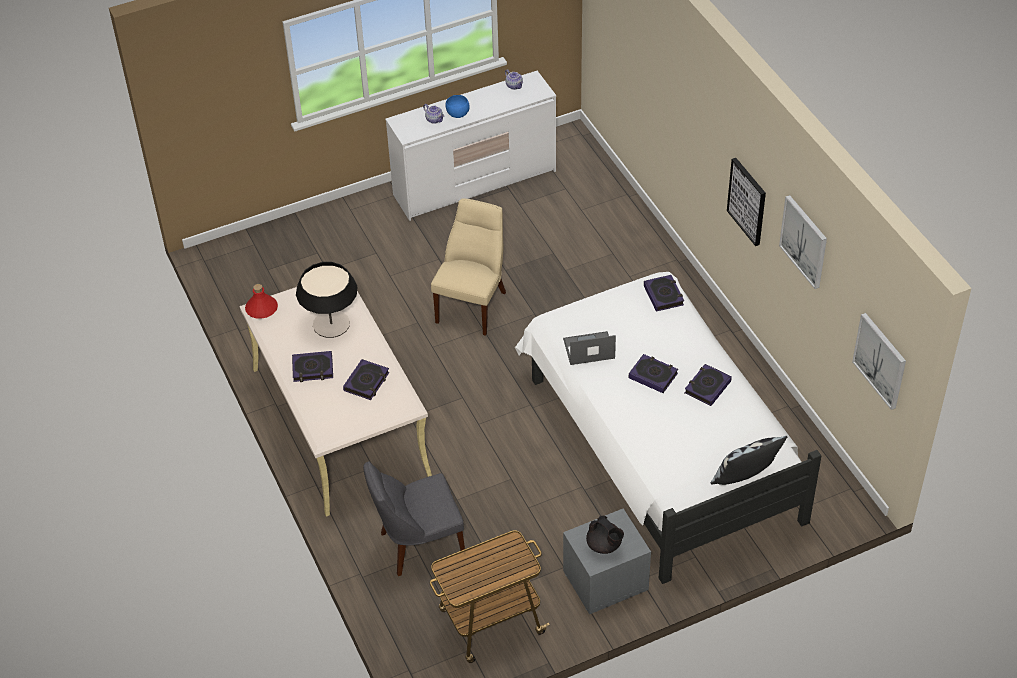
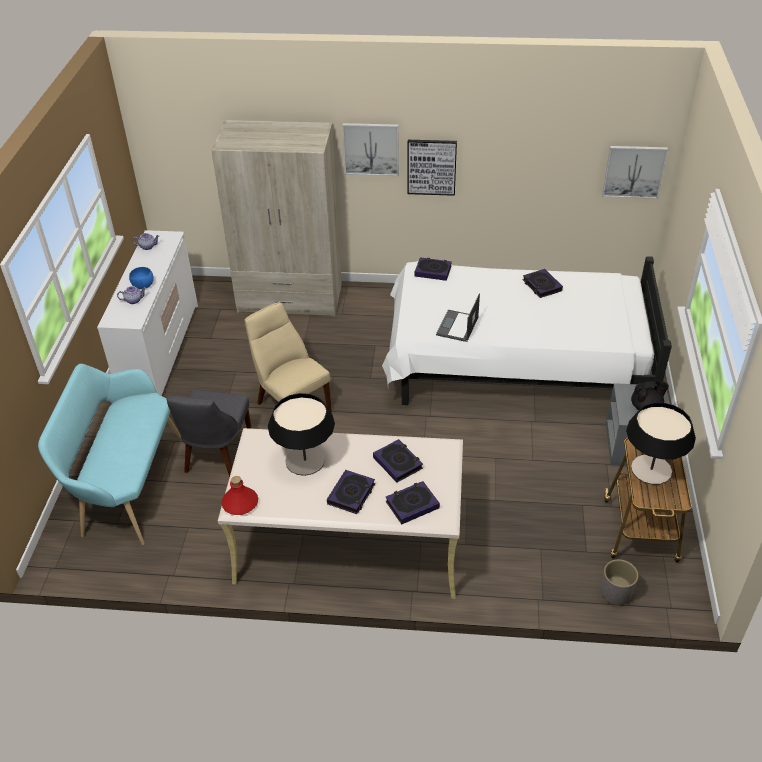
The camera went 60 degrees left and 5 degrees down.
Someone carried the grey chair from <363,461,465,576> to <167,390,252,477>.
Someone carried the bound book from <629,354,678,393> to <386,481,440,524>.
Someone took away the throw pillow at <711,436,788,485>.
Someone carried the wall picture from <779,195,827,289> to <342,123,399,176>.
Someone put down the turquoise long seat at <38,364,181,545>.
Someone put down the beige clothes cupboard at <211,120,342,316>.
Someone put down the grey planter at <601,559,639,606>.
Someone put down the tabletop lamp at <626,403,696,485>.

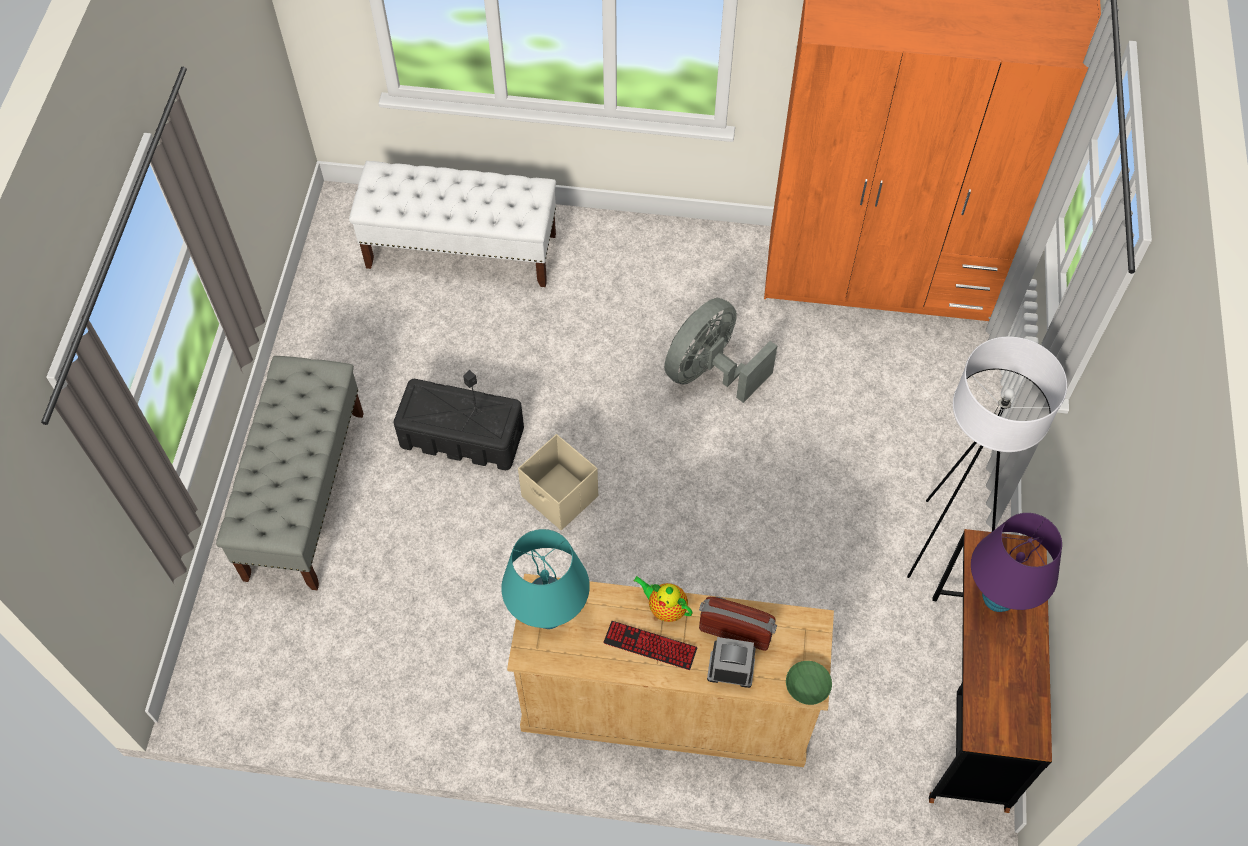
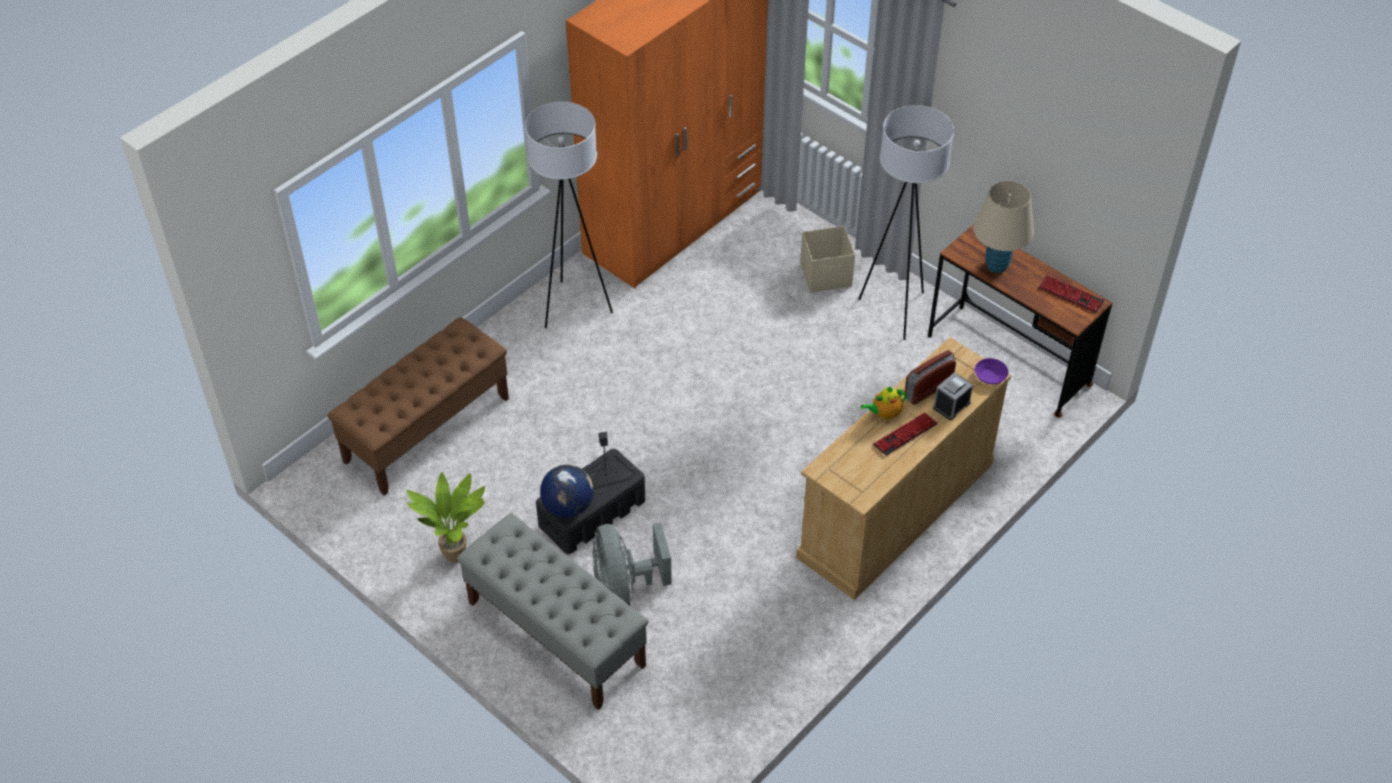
The camera went 55 degrees left and 10 degrees down.
Someone repainted the whitish long seat at <349,161,556,287>, which became the brownish long seat at <328,317,509,496>.
Someone took away the turquoise tabletop lamp at <501,529,590,629>.
Someone carried the beige storage container from <518,434,598,530> to <800,226,855,293>.
Someone carried the grey fan from <664,298,777,403> to <593,523,672,606>.
Someone repainted the green bowl at <786,661,832,705>, which became the purple bowl at <975,358,1008,384>.
Someone repainted the purple tabletop lamp at <971,513,1062,612>, which became the beige tabletop lamp at <973,180,1034,273>.
Someone put down the houseplant at <406,472,485,563>.
Someone put down the whitish standing lamp at <525,102,613,329>.
Someone put down the globe at <540,464,594,518>.
Someone put down the PC keyboard at <1038,275,1104,313>.

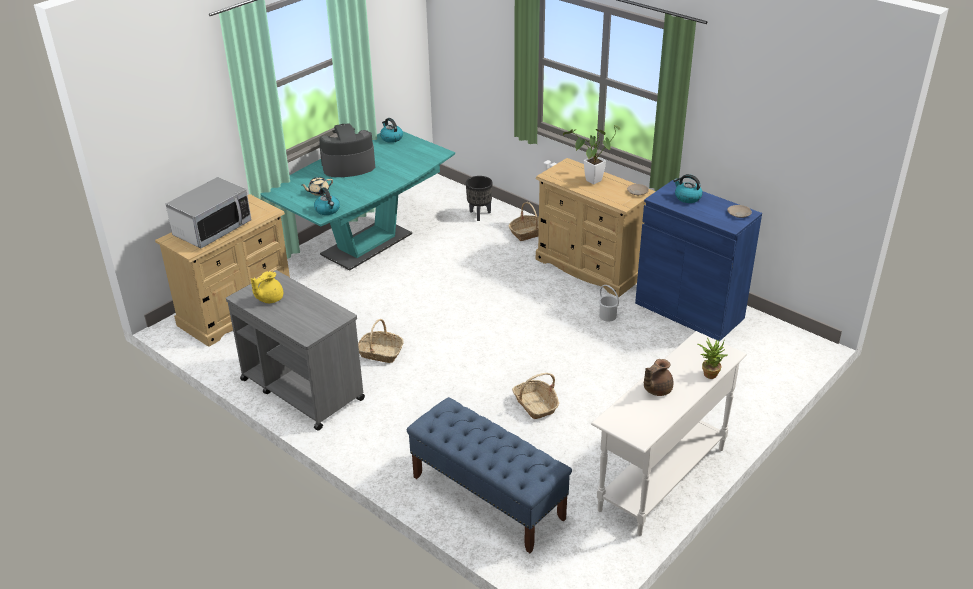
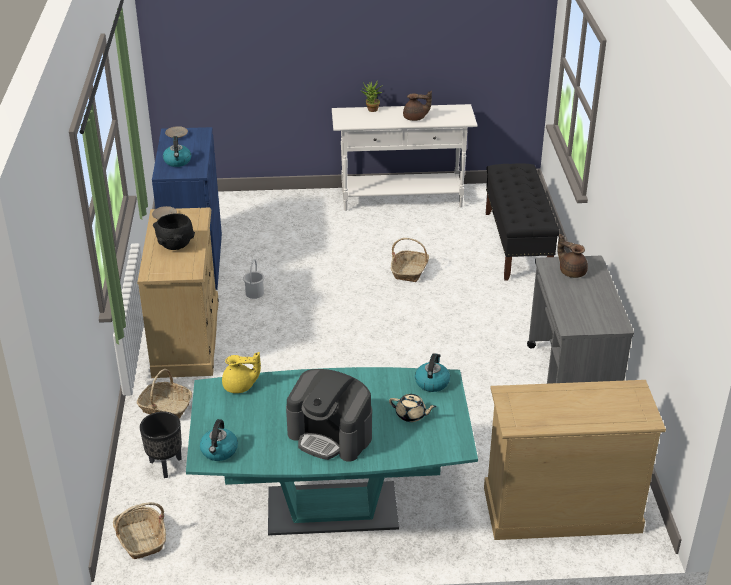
The camera went 135 degrees left and 0 degrees up.
Someone took away the kitchen microwave at <166,177,252,248>.
Someone carried the yellowish tea pot from <251,271,283,303> to <222,352,261,393>.
Someone carried the storage basket from <358,319,404,363> to <113,502,166,559>.
Someone repainted the bluish long seat at <407,397,572,553>, which became the blackish long seat at <486,163,559,281>.
Someone swapped the houseplant at <563,125,620,184> for the blackish bowl at <153,213,195,250>.
Someone put down the brownish tea pot at <557,234,588,278>.

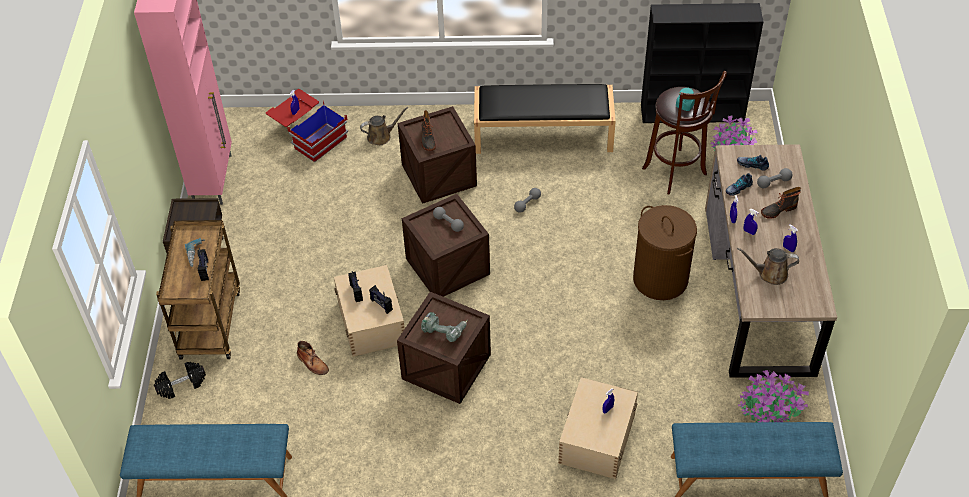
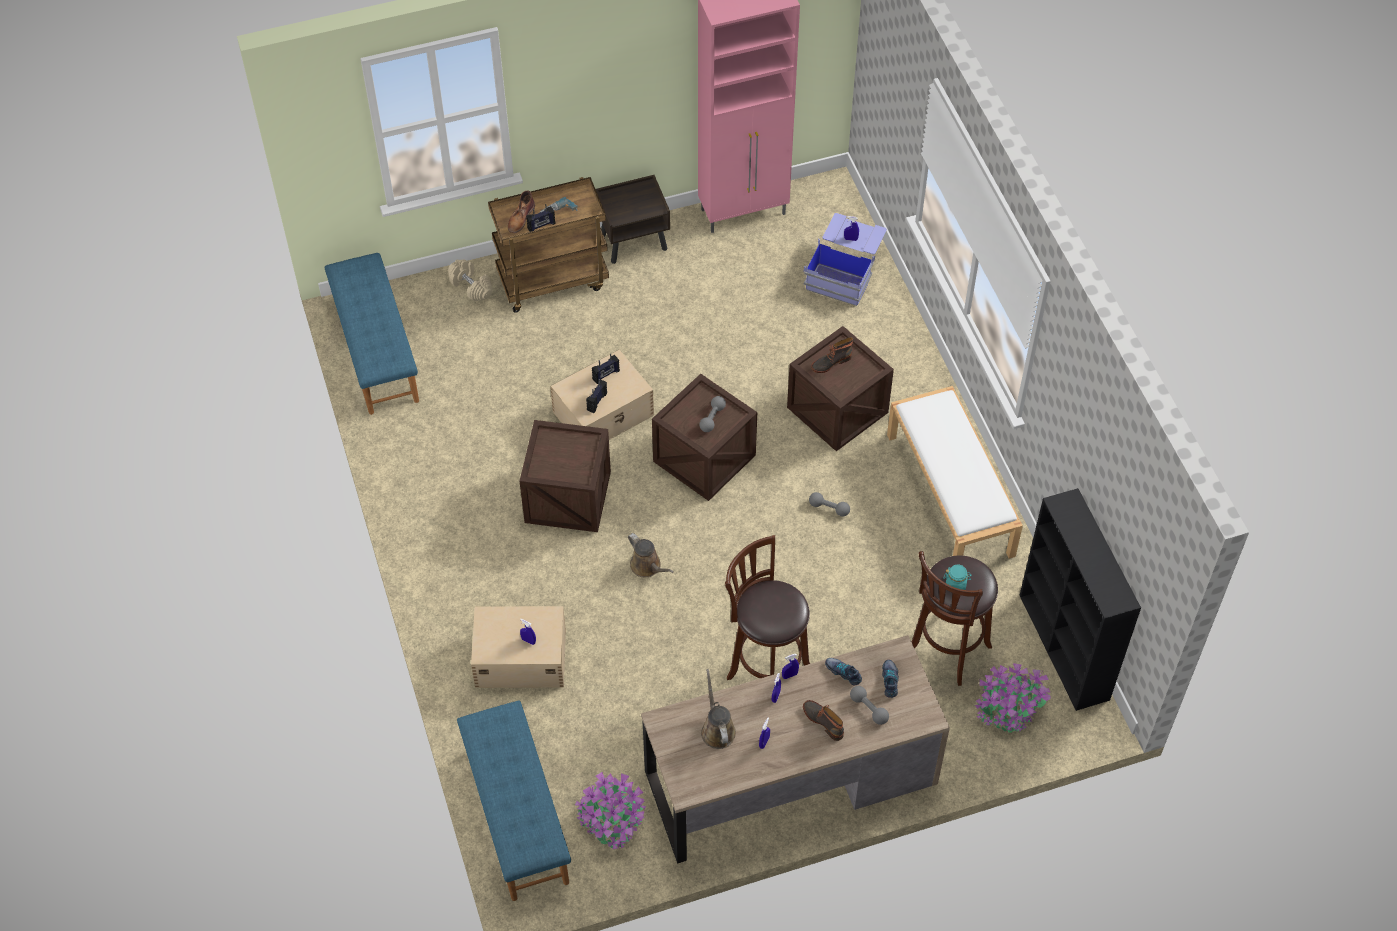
The camera went 70 degrees right and 5 degrees up.
Someone repainted the blackish dumbbell at <154,362,206,399>, which became the beige dumbbell at <448,259,493,302>.
Someone repainted the red-coloured storage container at <266,89,348,162>, which became the bluish storage container at <804,213,887,306>.
Someone carried the brownish boot from <297,341,329,375> to <508,191,535,233>.
Someone carried the brownish sprinkling can from <360,107,408,145> to <628,533,674,577>.
Someone took away the power drill at <421,312,468,342>.
Someone repainted the blackish long seat at <474,84,616,154>, which became the whitish long seat at <887,386,1023,559>.
Someone swapped the brownish hamper at <633,205,697,300> for the brownish sitting stool at <725,535,810,680>.

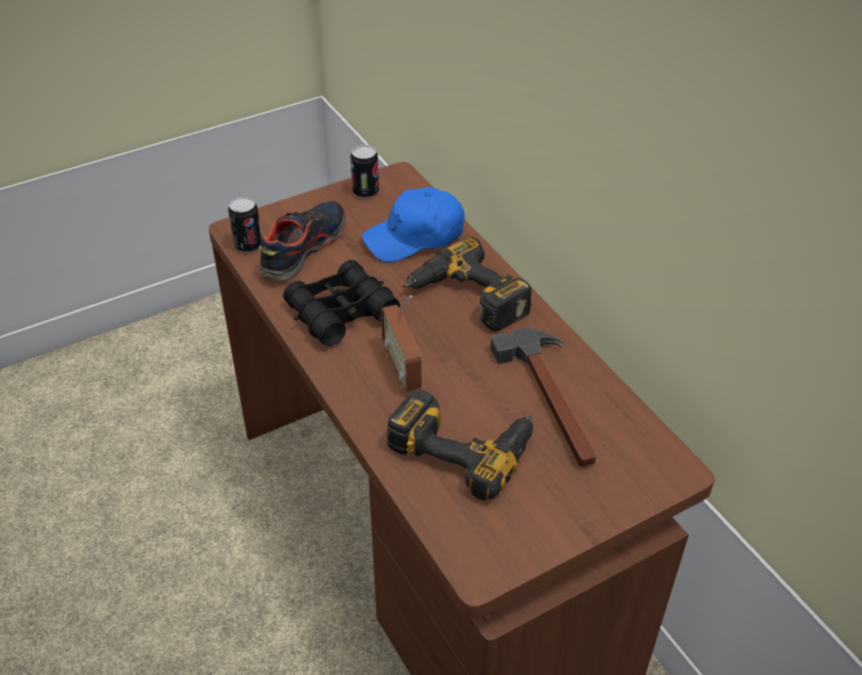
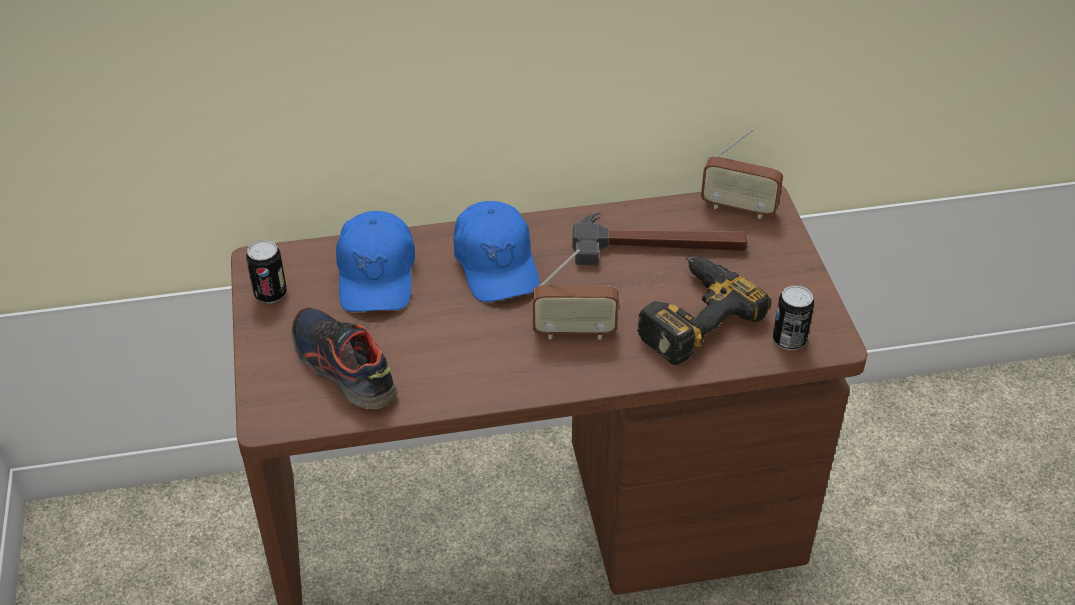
The camera went 70 degrees left and 0 degrees up.
Someone carried the sealed can from <228,196,262,253> to <773,285,814,350>.
Someone took away the blackish field glasses at <283,260,400,346>.
Someone swapped the power drill at <403,237,532,332> for the bluish baseball cap at <454,201,540,302>.
Someone put down the radio receiver at <701,128,783,219>.

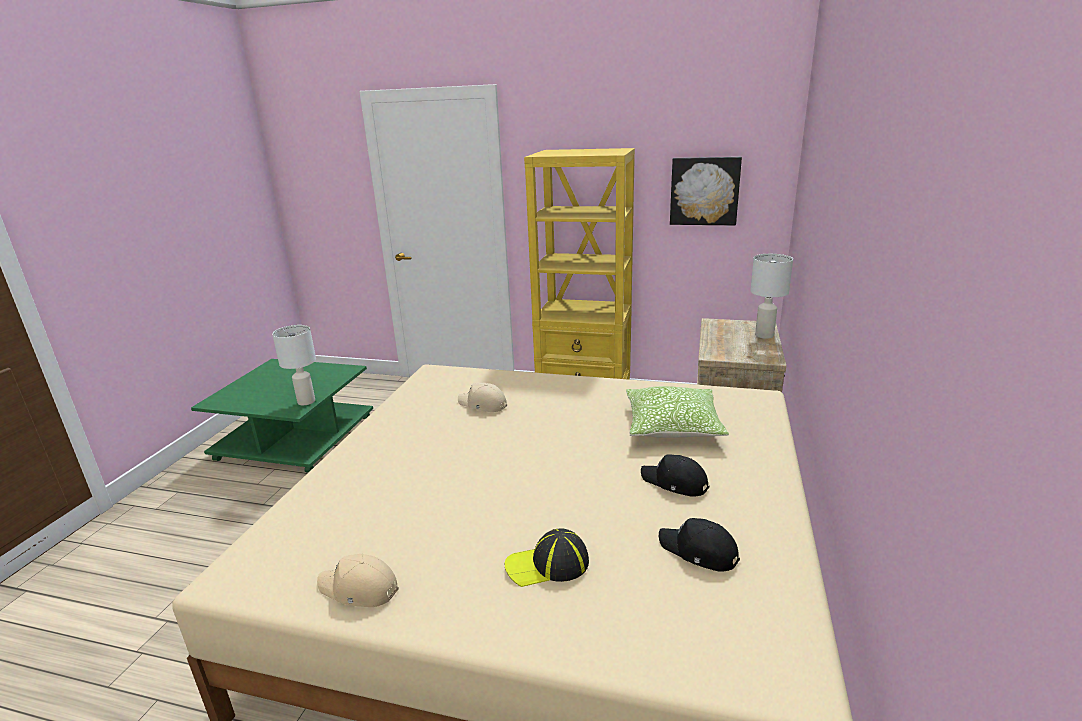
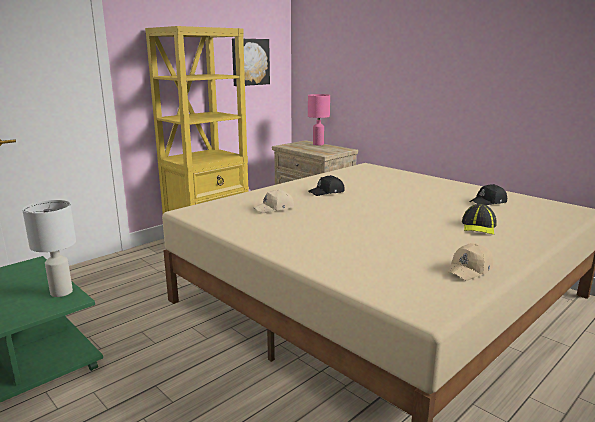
The camera went 60 degrees left and 5 degrees down.
Someone took away the throw pillow at <626,386,729,438>.
Someone carried the blackish baseball cap from <641,454,709,497> to <308,175,345,196>.
Someone repainted the whitish tabletop lamp at <750,254,793,339>, which became the pinkish tabletop lamp at <308,94,330,146>.

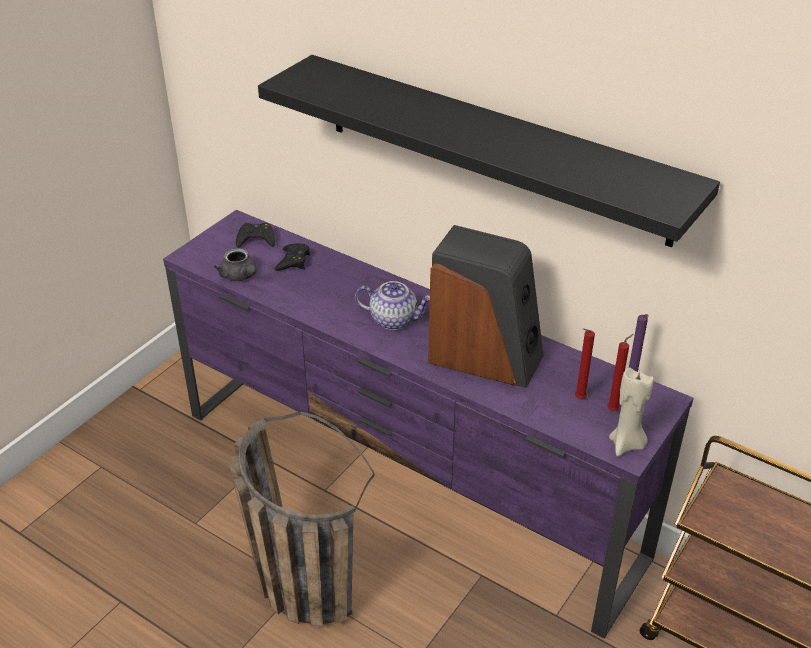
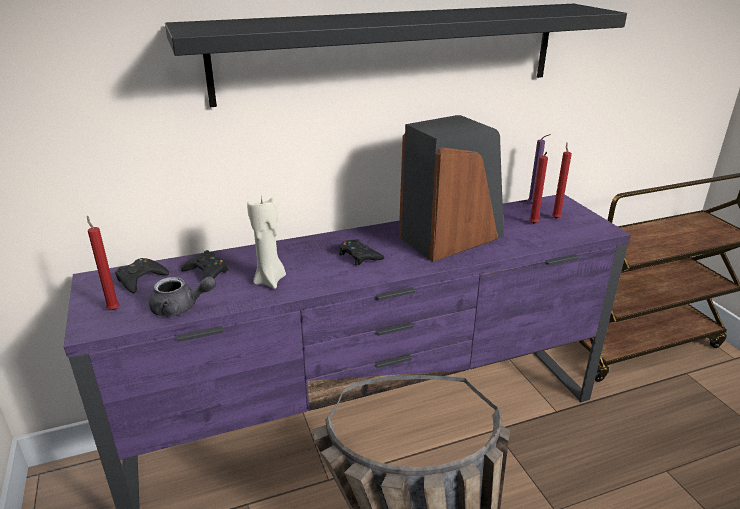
The camera went 55 degrees left and 10 degrees down.
Someone swapped the tea pot at <355,281,430,330> for the blackish gamepad at <339,239,384,265>.
Someone carried the beige candle from <609,367,654,456> to <247,197,286,289>.
Someone put down the red-coloured candle at <87,216,119,310>.

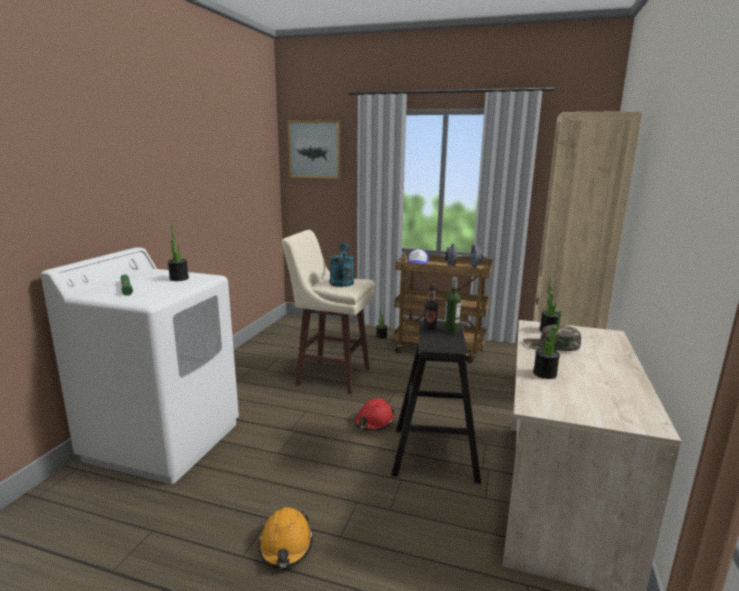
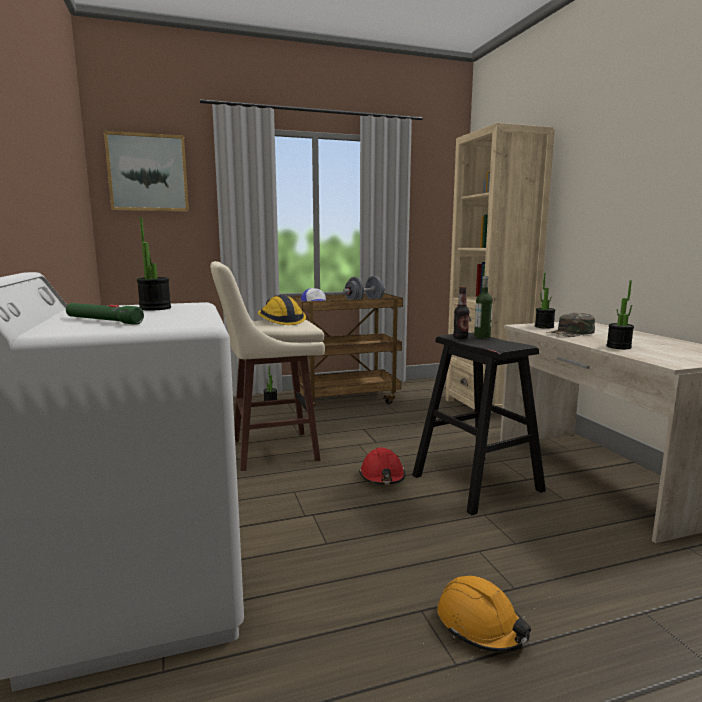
The camera went 35 degrees left and 5 degrees down.
Someone swapped the turquoise sprinkling can at <330,243,354,287> for the safety helmet at <258,295,306,325>.

